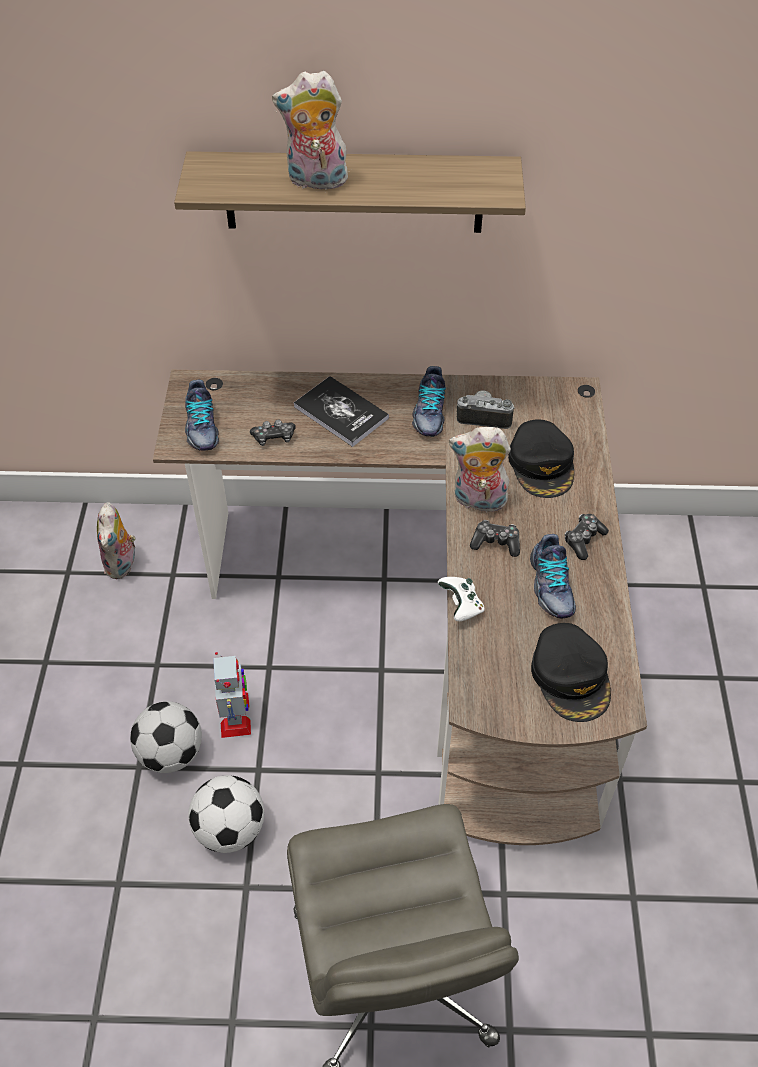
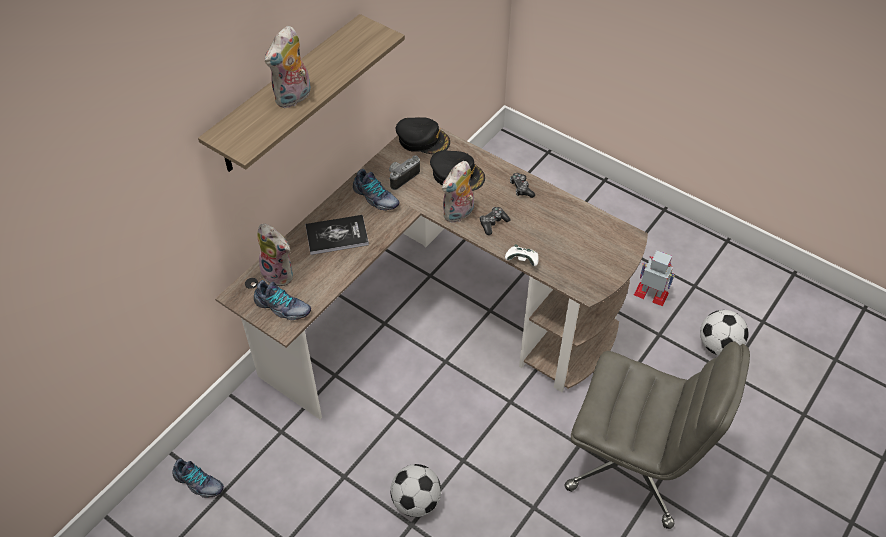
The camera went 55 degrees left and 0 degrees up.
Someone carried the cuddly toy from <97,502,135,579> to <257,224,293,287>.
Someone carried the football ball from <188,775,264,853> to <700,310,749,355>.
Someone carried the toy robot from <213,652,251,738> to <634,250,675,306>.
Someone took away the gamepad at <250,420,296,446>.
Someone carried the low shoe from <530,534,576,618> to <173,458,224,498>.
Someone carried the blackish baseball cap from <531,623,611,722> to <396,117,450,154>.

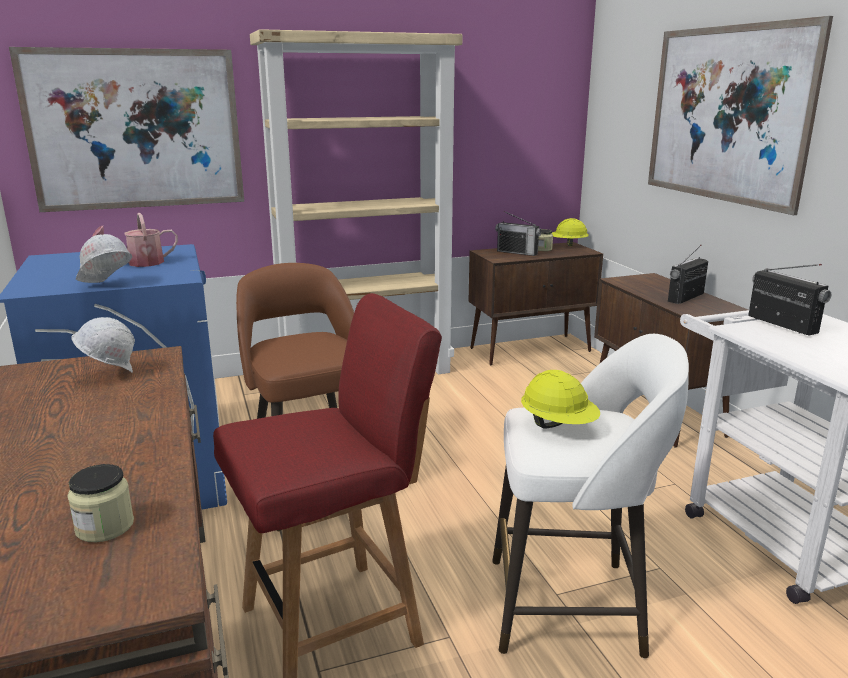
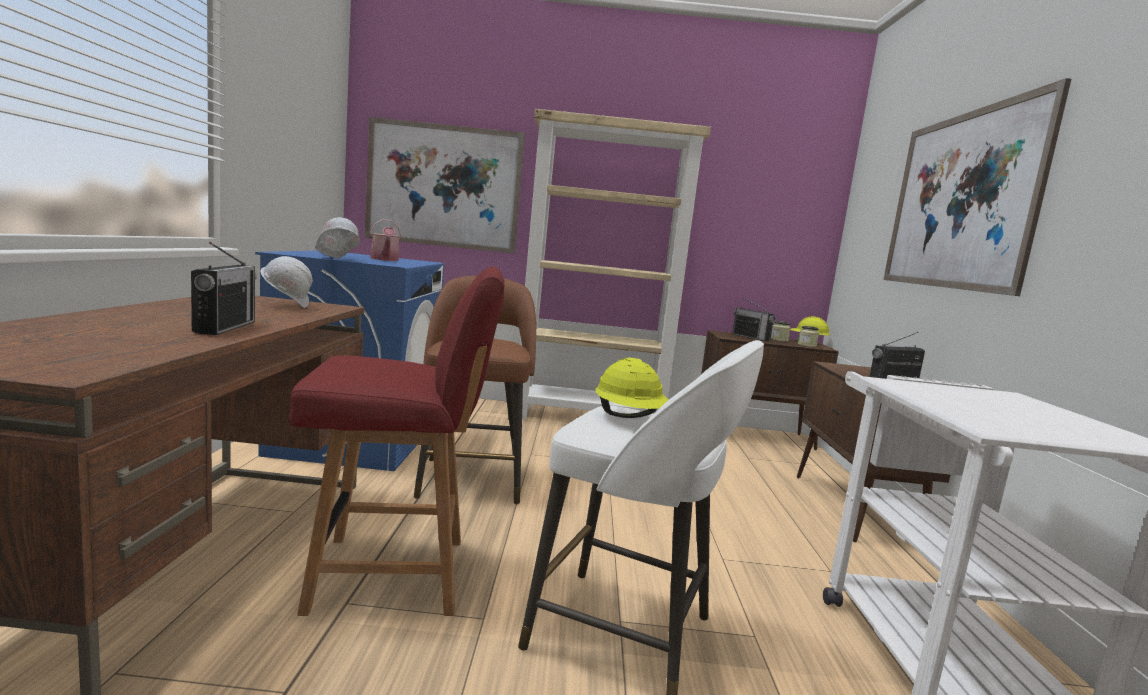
The camera went 20 degrees right and 10 degrees down.
Someone carried the preserve jar from <67,464,134,542> to <798,326,819,347>.
Someone rotated the sprinkling can at <92,213,178,267> by 105 degrees counterclockwise.
Someone carried the radio receiver from <748,264,831,336> to <191,242,257,335>.

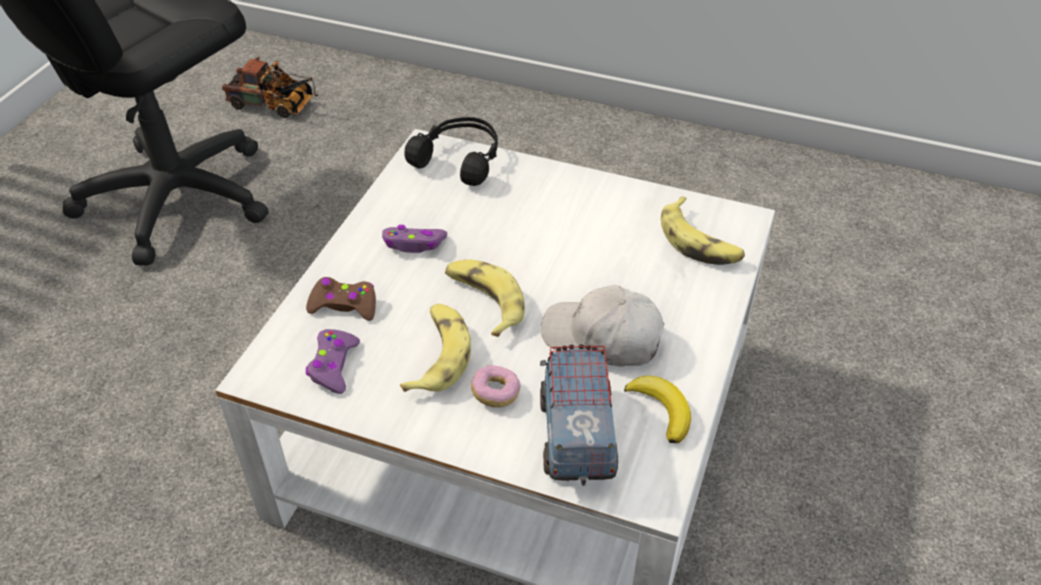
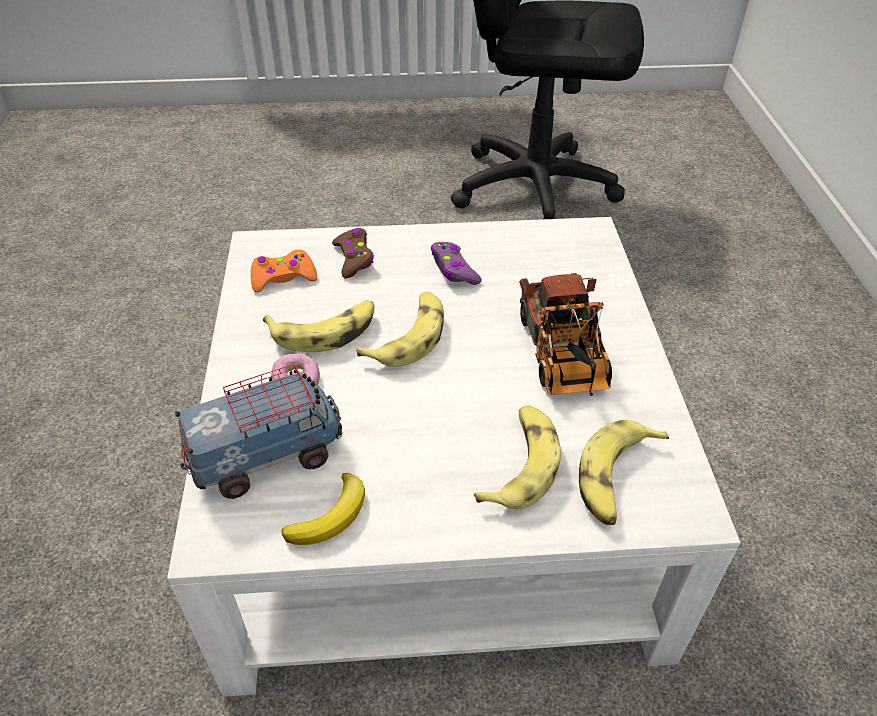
The camera went 65 degrees right and 0 degrees up.
Someone carried the toy lorry from <222,57,318,118> to <519,273,612,396>.
Someone repainted the purple gamepad at <306,329,360,394>, which became the orangey gamepad at <250,250,318,293>.
Someone took away the blackish headphones at <405,117,498,186>.
Someone took away the whitish baseball cap at <541,285,664,367>.
Someone put down the banana fruit at <474,406,561,509>.

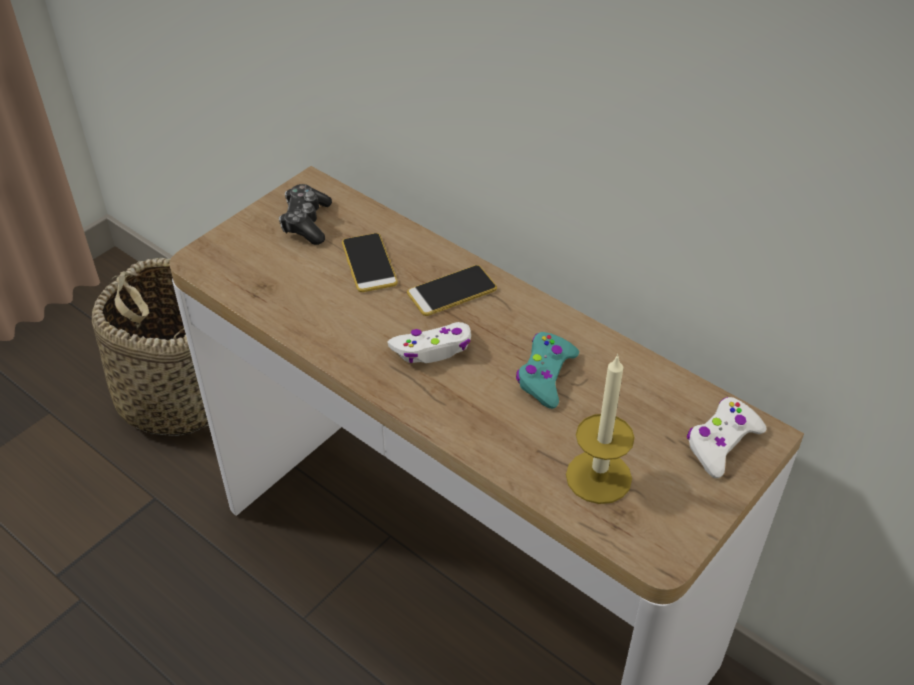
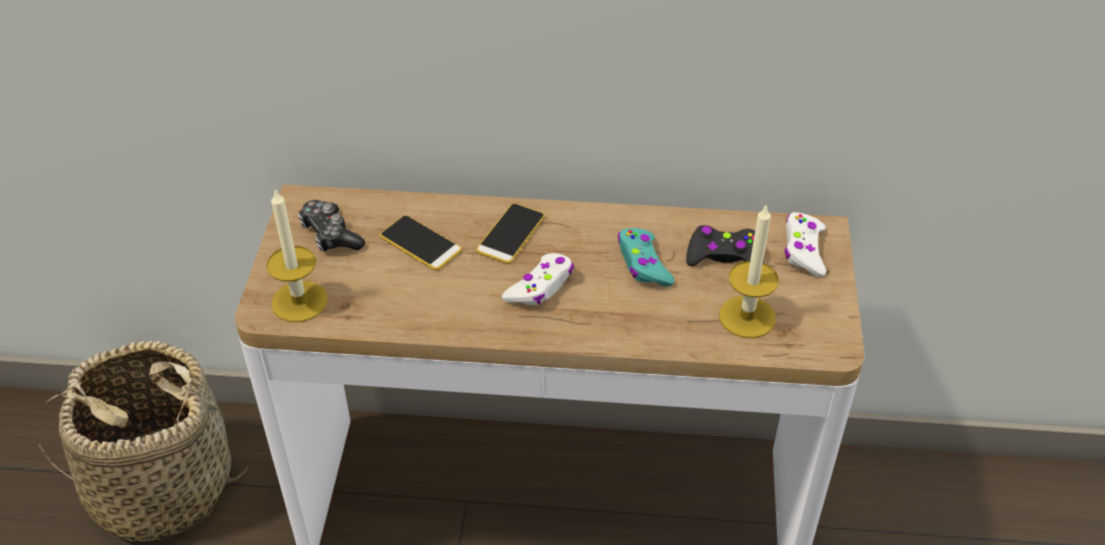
The camera went 35 degrees left and 0 degrees up.
Someone put down the candle at <266,188,328,322>.
Someone put down the blackish gamepad at <686,225,764,266>.

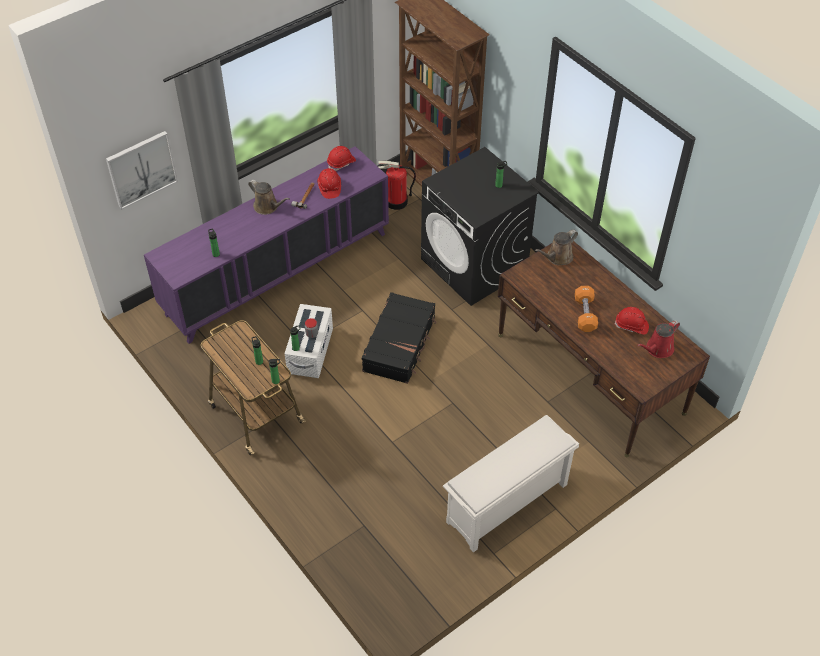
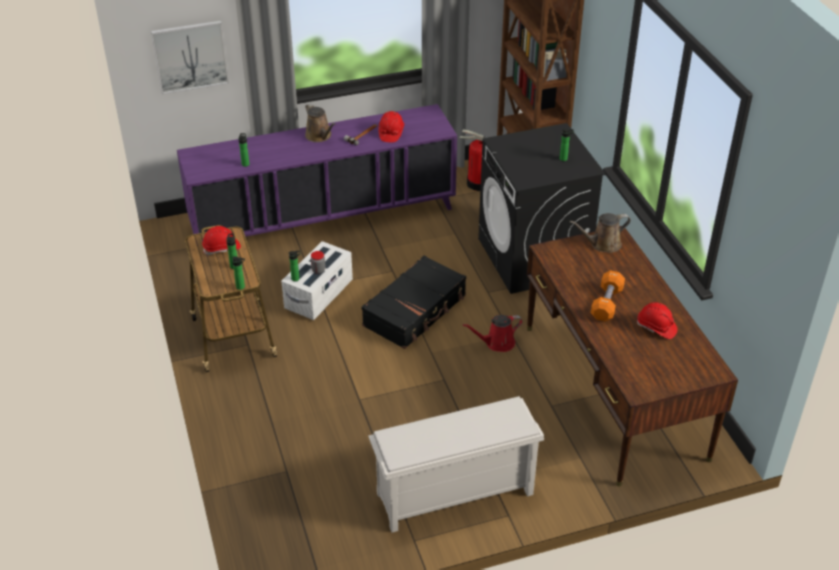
The camera went 20 degrees right and 10 degrees down.
Someone carried the red-coloured safety helmet from <327,146,356,171> to <202,226,241,255>.
Someone carried the red-coloured sprinkling can from <637,320,680,358> to <463,315,523,352>.

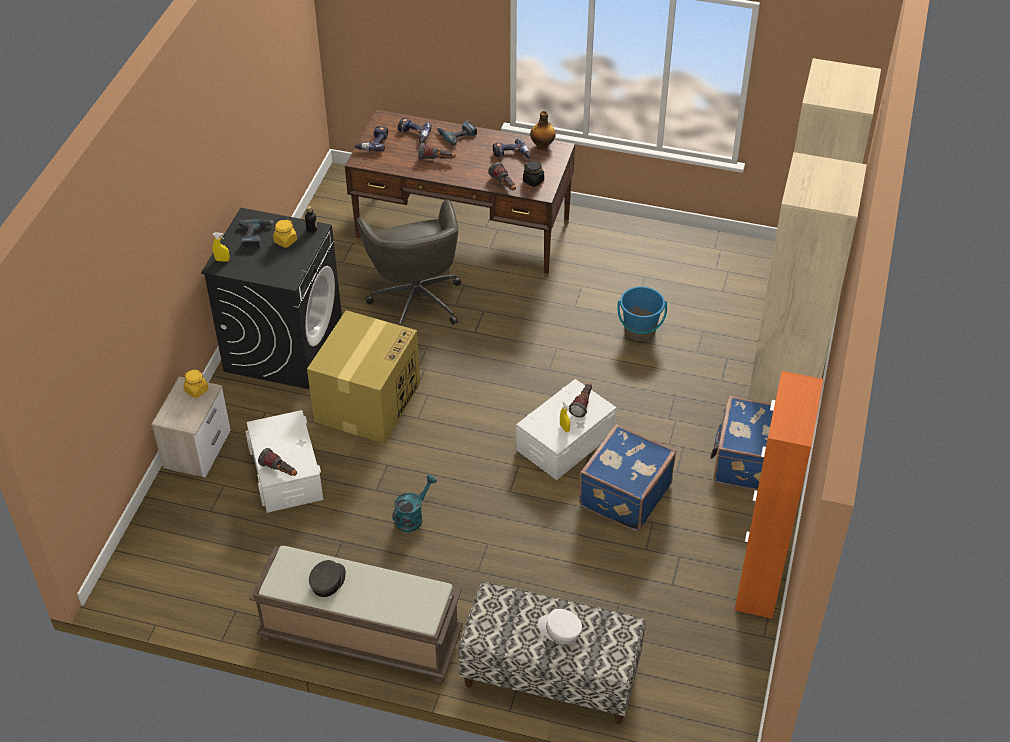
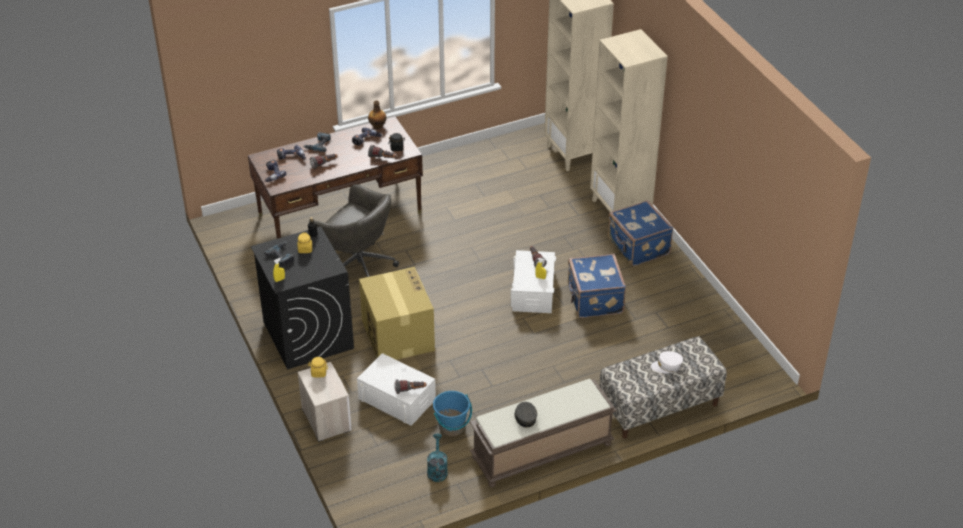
The camera went 40 degrees left and 5 degrees down.
Someone carried the turquoise sprinkling can from <392,475,437,532> to <427,434,448,482>.
Someone carried the bluish water bucket from <618,286,667,341> to <433,391,472,436>.
Someone took away the orangey storage cabinet at <735,371,823,619>.

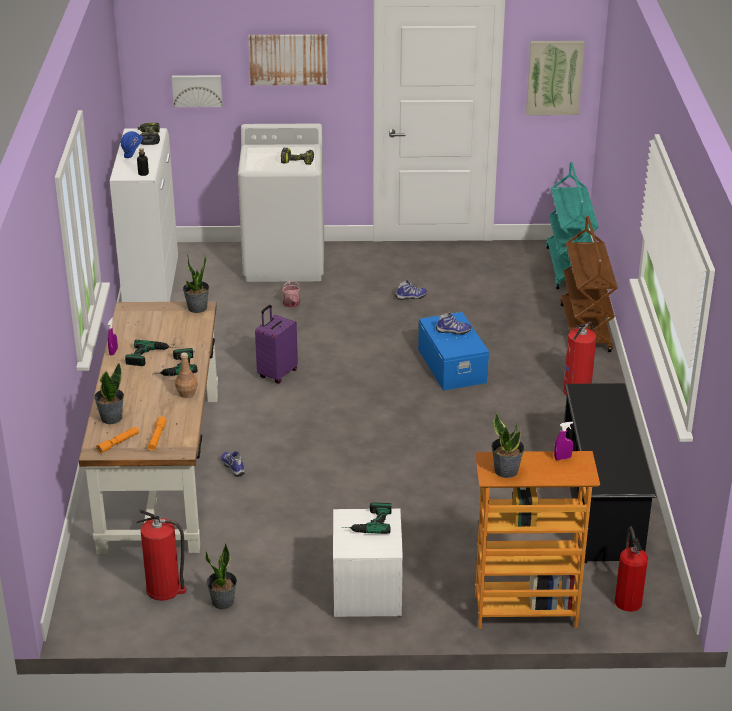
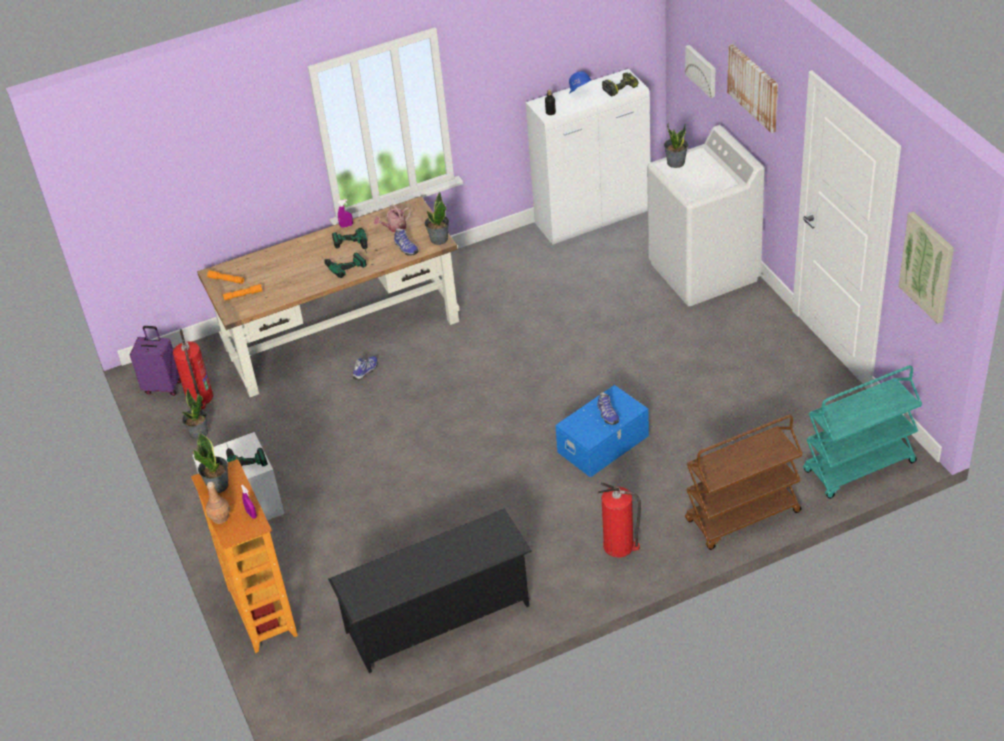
The camera went 70 degrees right and 10 degrees up.
Someone carried the houseplant from <94,362,124,424> to <664,124,688,168>.
Someone carried the brownish beverage bottle from <175,352,198,398> to <206,482,230,524>.
Someone carried the purple suitcase from <255,305,298,384> to <130,326,181,396>.
Someone took away the power drill at <281,148,314,165>.
Someone carried the sprinkling can from <282,281,301,308> to <374,204,411,232>.
Someone carried the low shoe from <395,280,427,300> to <394,228,418,256>.
Someone took away the fire-fighting cylinder at <614,526,648,612>.

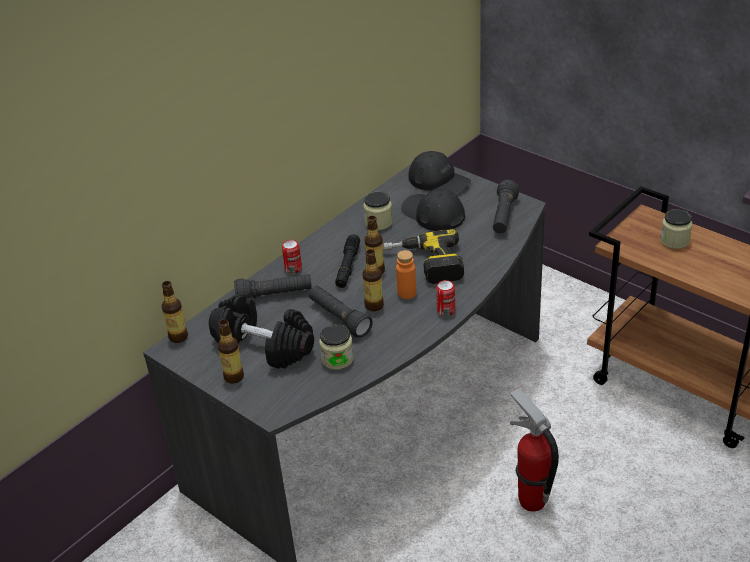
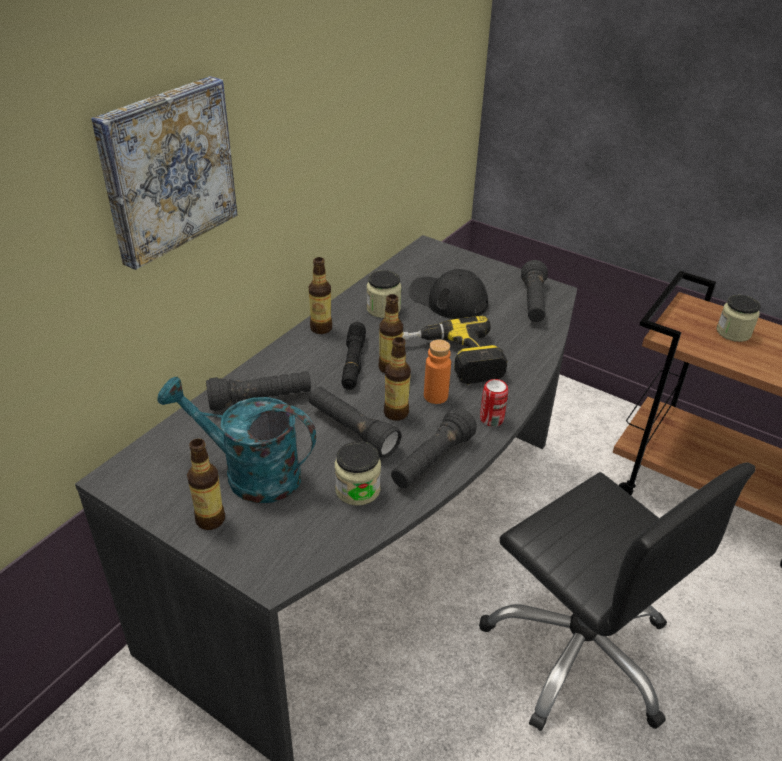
The camera went 10 degrees left and 0 degrees up.
Someone carried the beverage bottle from <162,281,188,343> to <309,257,332,334>.
Someone swapped the blackish dumbbell at <209,295,314,369> for the turquoise sprinkling can at <157,377,316,503>.
Someone took away the sealed can at <282,240,302,274>.
Someone took away the blackish baseball cap at <408,151,471,194>.
Someone swapped the fire-fighting cylinder at <509,387,559,512> for the blackish office chair at <479,462,755,731>.
Someone put up the wall picture at <91,76,237,270>.
Someone put down the blackish torch at <391,408,477,489>.

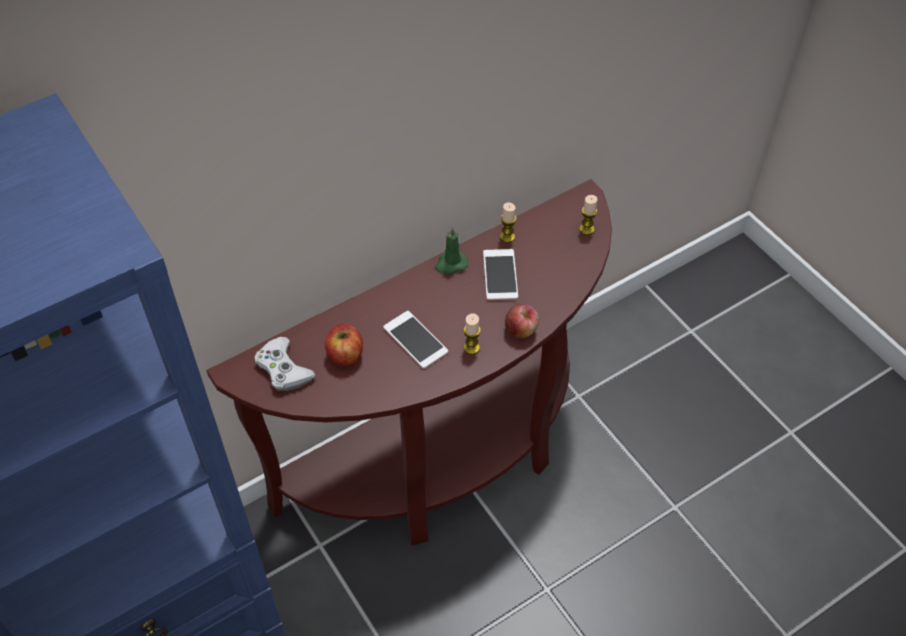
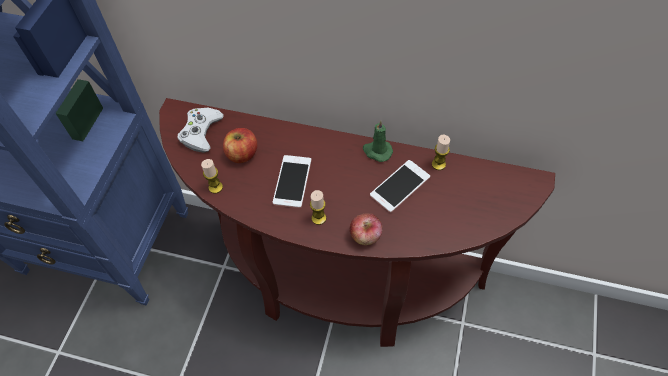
The camera went 50 degrees right and 5 degrees up.
Someone carried the candle from <579,195,598,235> to <201,159,223,193>.

